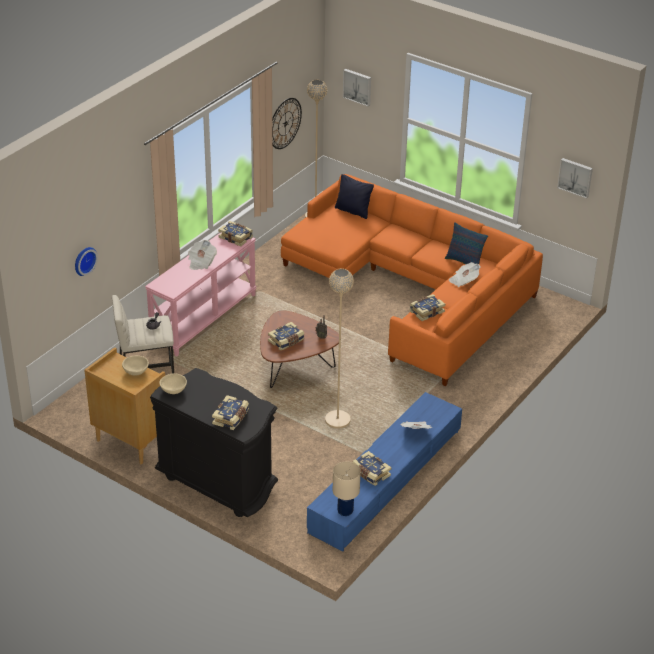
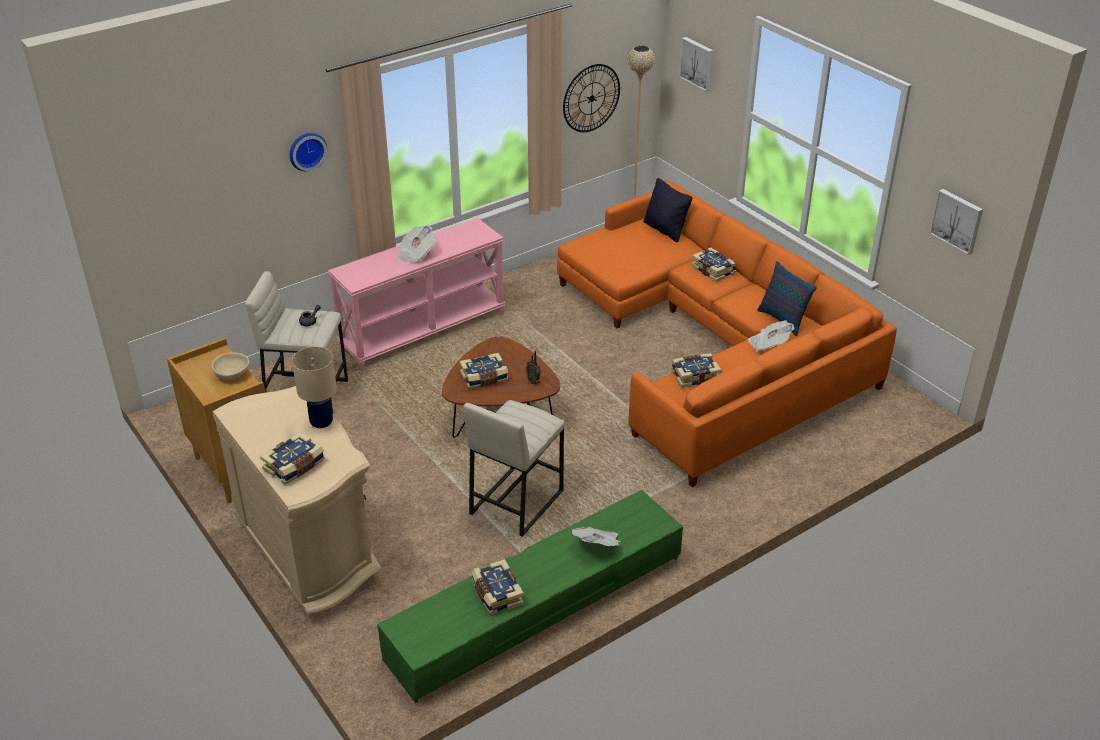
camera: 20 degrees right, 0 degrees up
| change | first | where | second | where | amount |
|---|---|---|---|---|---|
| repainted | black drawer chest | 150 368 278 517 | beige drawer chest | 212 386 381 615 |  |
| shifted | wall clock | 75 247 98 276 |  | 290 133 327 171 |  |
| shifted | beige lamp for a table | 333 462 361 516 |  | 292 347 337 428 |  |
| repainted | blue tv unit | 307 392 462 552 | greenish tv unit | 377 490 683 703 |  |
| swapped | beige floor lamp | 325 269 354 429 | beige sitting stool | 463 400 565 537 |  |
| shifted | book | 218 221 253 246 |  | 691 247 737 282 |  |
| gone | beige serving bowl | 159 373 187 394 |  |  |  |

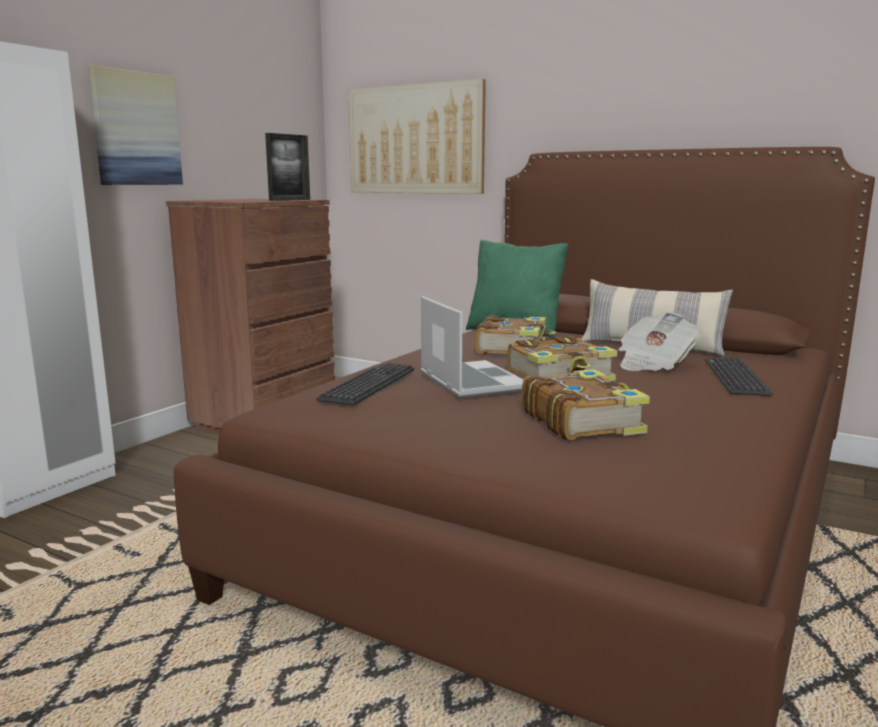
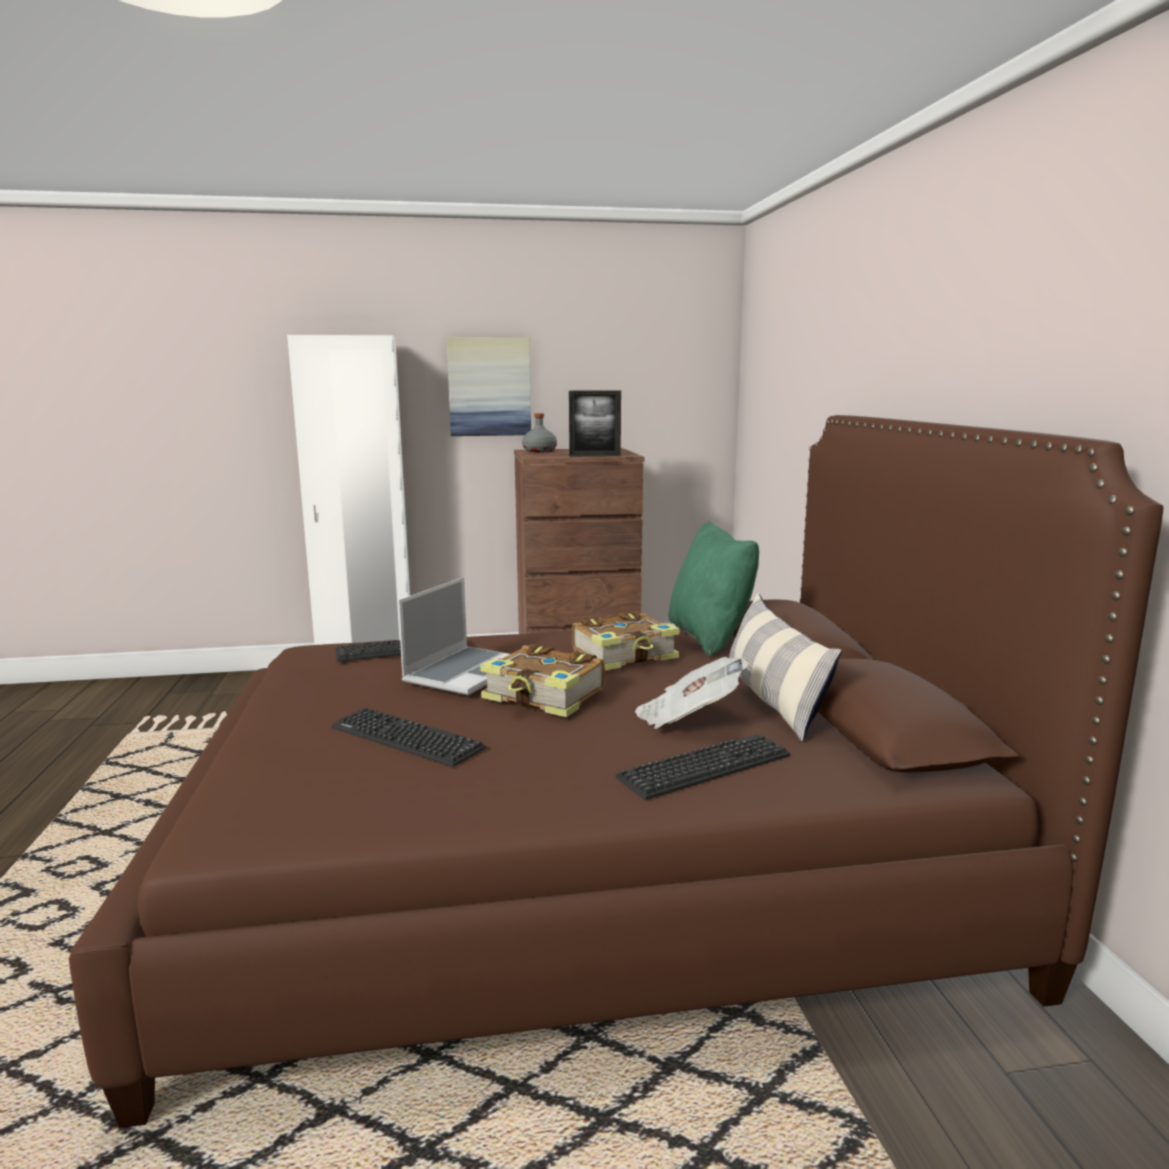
camera: 50 degrees right, 0 degrees up
| change | first | where | second | where | amount |
|---|---|---|---|---|---|
| swapped | book | 522 369 650 440 | keyboard | 331 708 486 767 |  |
| new |  |  | gray beverage bottle | 522 413 557 453 |  |
| gone | picture | 349 79 486 194 |  |  |  |

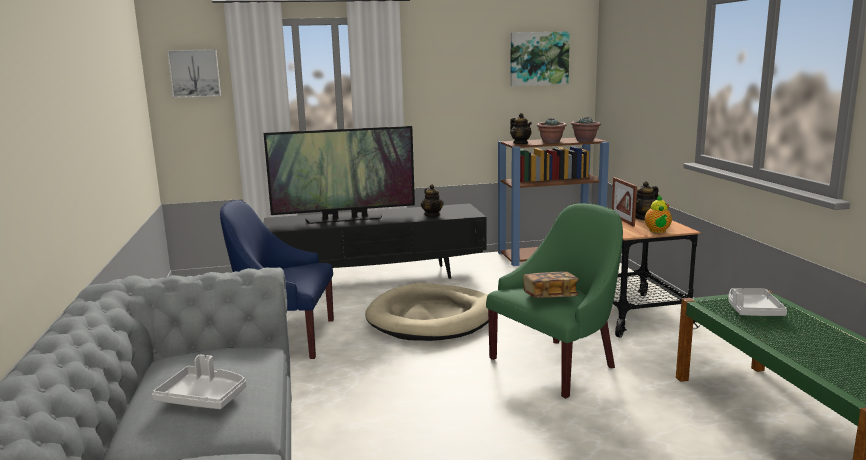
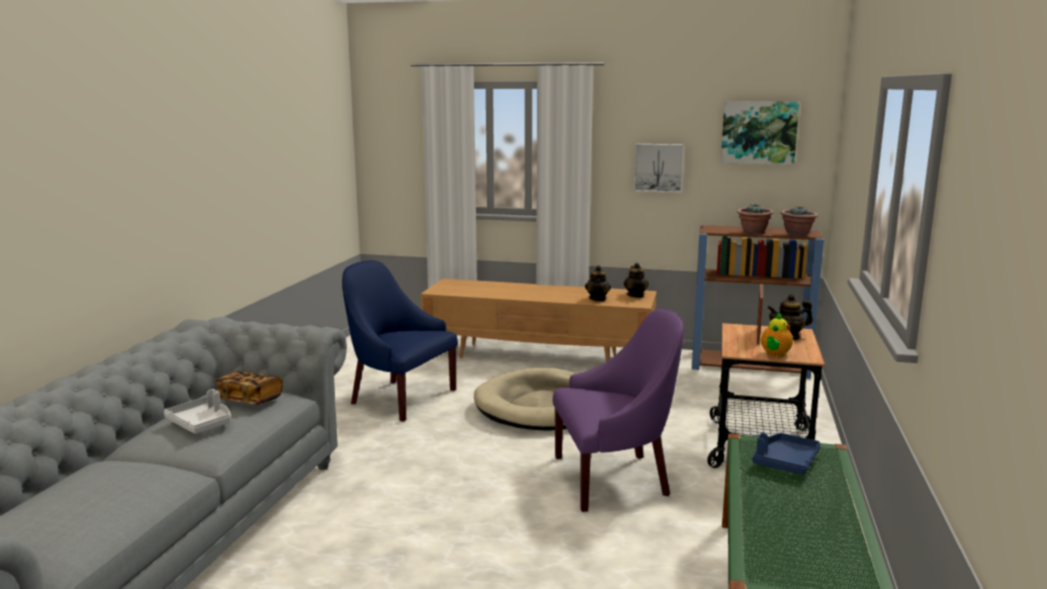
camera: 25 degrees right, 0 degrees up
| change | first | where | second | where | amount |
|---|---|---|---|---|---|
| shifted | book | 523 271 579 298 |  | 214 371 283 405 |  |
| repainted | black tv unit | 263 203 487 279 | beige tv unit | 420 279 657 362 |  |
| repainted | greenish armchair | 486 203 623 398 | purplish armchair | 553 309 684 512 |  |
| shifted | teapot | 510 113 532 144 |  | 624 263 649 298 |  |
| shifted | picture | 167 49 221 98 |  | 634 144 684 193 |  |
| repainted | gray serving tray | 729 288 787 316 | blue serving tray | 752 433 821 475 |  |
| gone | TV | 264 126 415 224 |  |  |  |

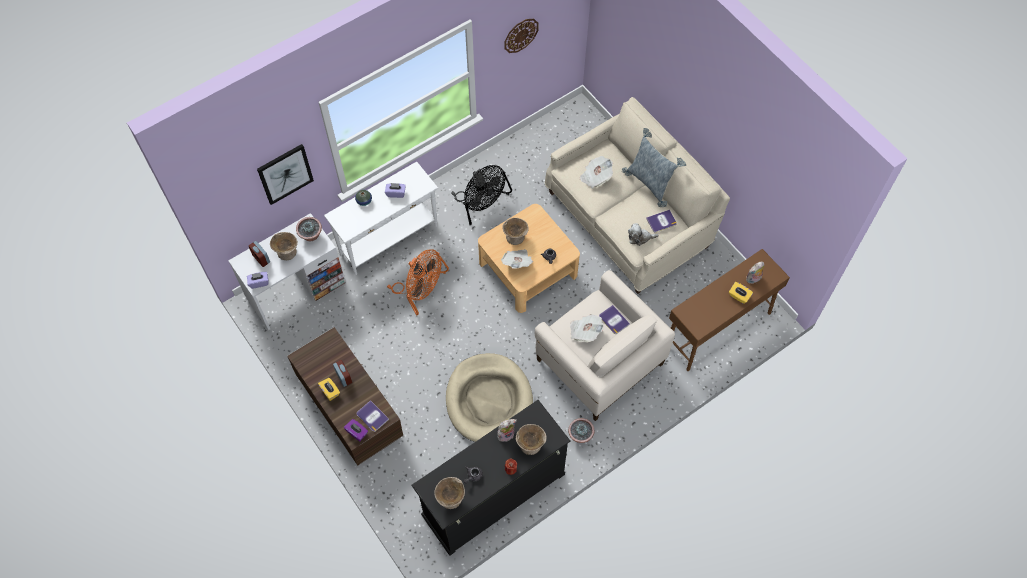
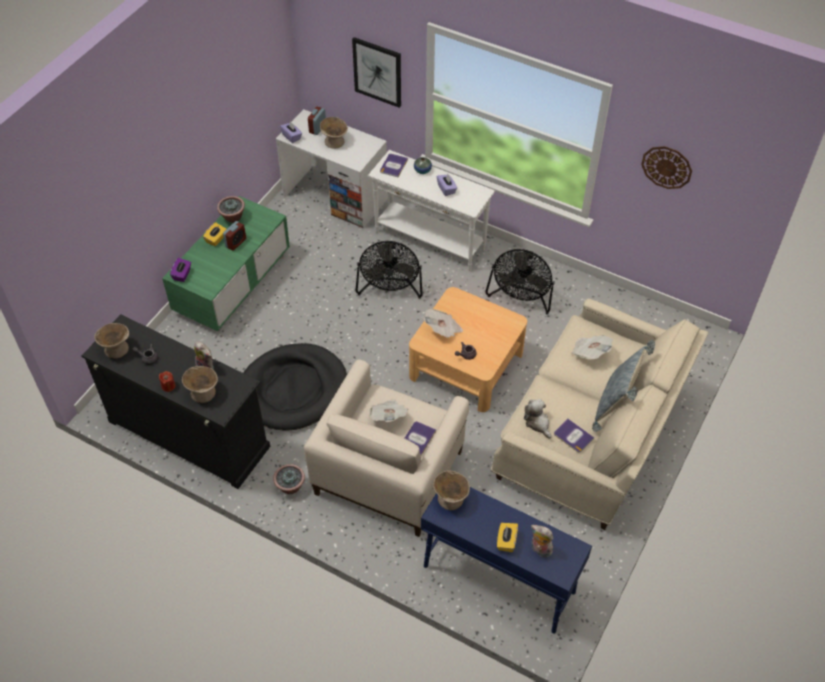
camera: 65 degrees right, 10 degrees down
| change | first | where | second | where | amount |
|---|---|---|---|---|---|
| repainted | brown-coloured tv unit | 287 327 403 466 | greenish tv unit | 162 196 290 331 |  |
| shifted | houseplant | 296 217 322 241 |  | 217 196 245 223 |  |
| repainted | beige pet bed | 446 353 533 442 | black pet bed | 243 343 347 431 |  |
| repainted | orange-coloured fan | 387 249 449 316 | black fan | 356 241 423 299 |  |
| shifted | book | 357 400 389 432 |  | 380 154 408 177 |  |
| repainted | brown-coloured console table | 669 249 790 371 | blue console table | 421 487 592 634 |  |
| shifted | beige serving bowl | 502 218 529 245 |  | 433 470 470 510 |  |

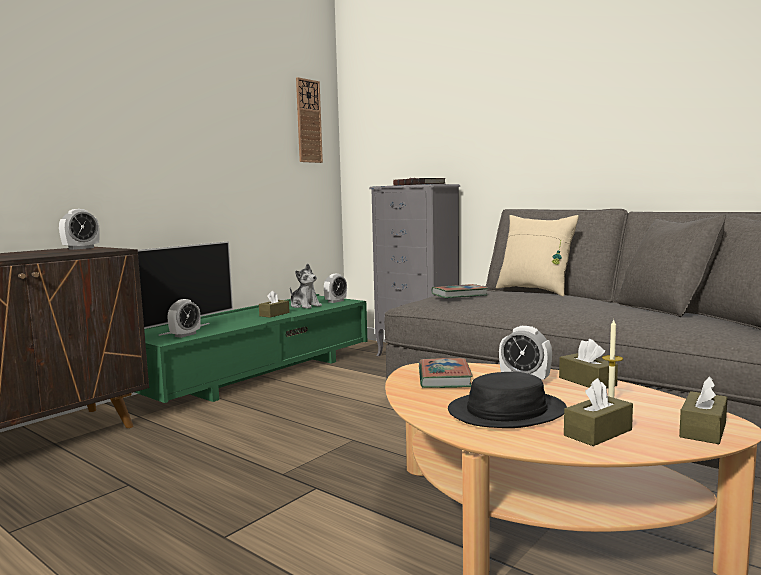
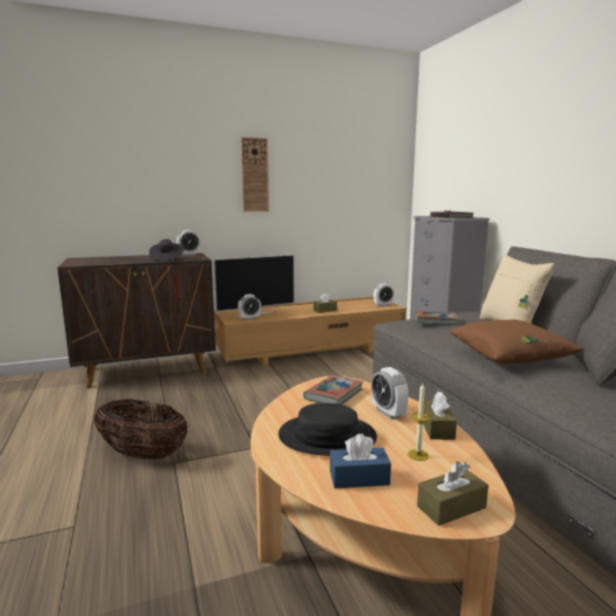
camera: 30 degrees right, 5 degrees up
| change | first | where | second | where | amount |
|---|---|---|---|---|---|
| new |  |  | basket | 94 399 188 459 |  |
| new |  |  | black clothing hat | 149 239 184 262 |  |
| repainted | greenish tv unit | 135 294 367 403 | brown-coloured tv unit | 214 297 407 367 |  |
| shifted | wall clock | 296 77 323 163 |  | 241 137 269 212 |  |
| repainted | brown-coloured tissue holder | 564 378 633 446 | blue tissue holder | 330 434 391 488 |  |
| new |  |  | brown-coloured pillow | 450 320 584 363 |  |
| gone | cuddly toy | 290 263 322 309 |  |  |  |

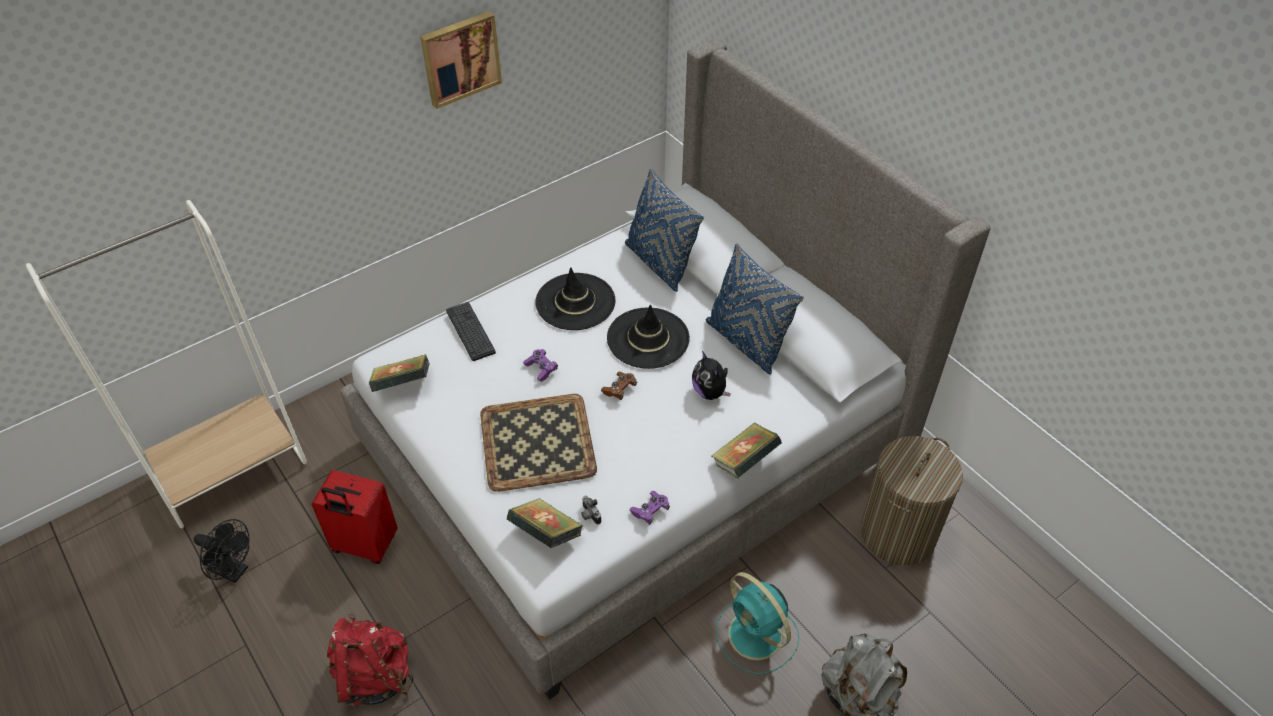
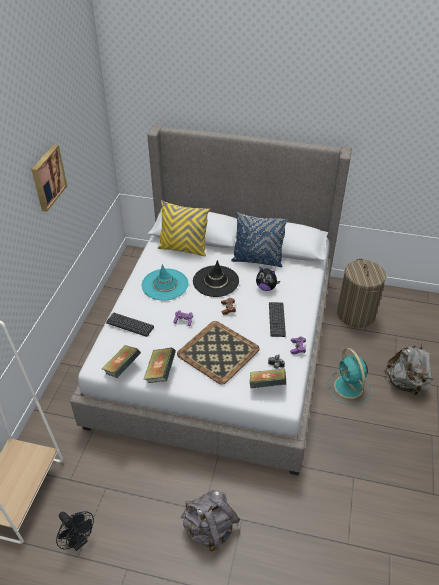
camera: 40 degrees left, 5 degrees down
| change | first | where | second | where | amount |
|---|---|---|---|---|---|
| rotated | black fan | 193 519 250 583 |  | 56 511 94 551 | 60 degrees clockwise |
| repainted | black clothing hat | 535 267 616 330 | turquoise clothing hat | 142 264 188 300 |  |
| shifted | book | 711 423 782 478 |  | 144 347 176 383 |  |
| repainted | blue pillow | 625 168 704 292 | yellow-coloured pillow | 158 200 210 256 |  |
| repainted | reddish knapsack | 327 614 414 707 | gray knapsack | 181 490 240 551 |  |
| new |  |  | keyboard | 269 302 286 337 |  |
| rotated | turquoise fan | 716 572 799 674 |  | 328 348 372 405 | 60 degrees clockwise |
| gone | reddish piece of luggage | 311 470 398 564 |  |  |  |

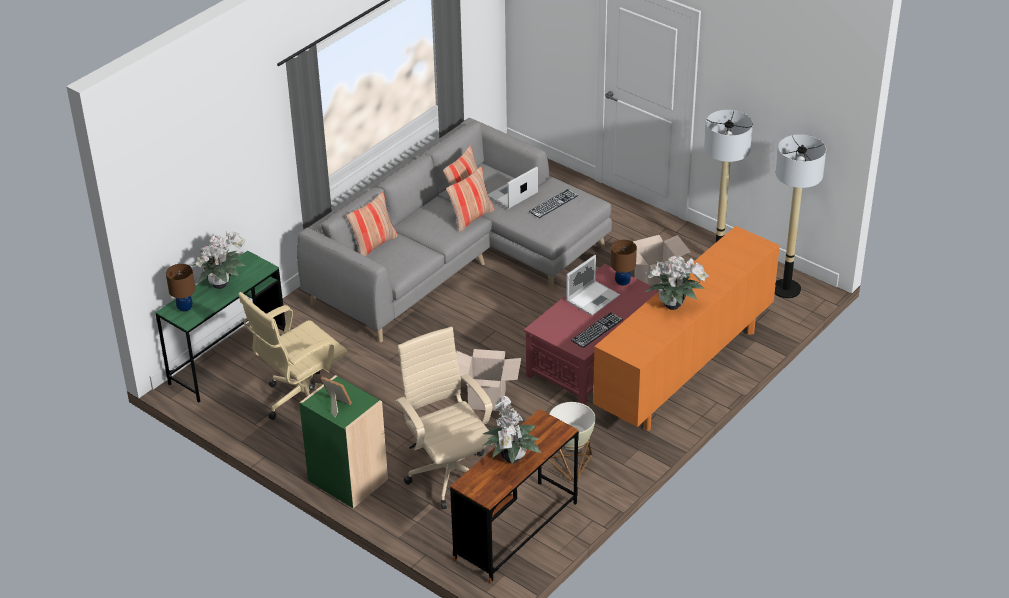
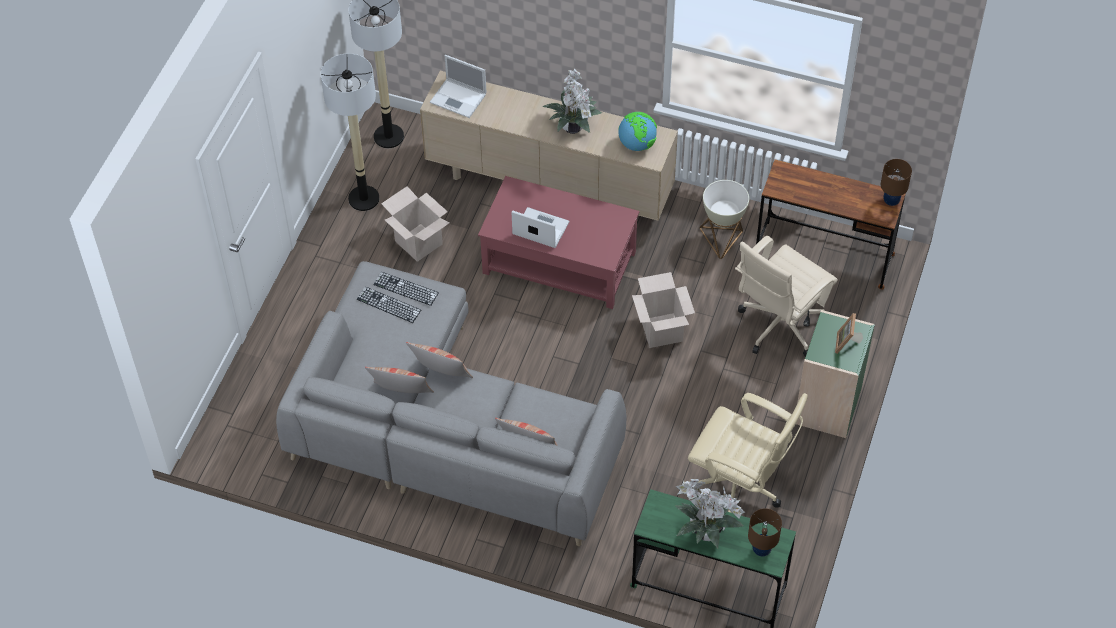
camera: 110 degrees left, 15 degrees up
| change | first | where | second | where | amount |
|---|---|---|---|---|---|
| shifted | keyboard | 571 312 623 348 |  | 373 272 439 306 |  |
| repainted | orange-coloured cupboard | 593 226 780 431 | beige cupboard | 420 71 678 221 |  |
| shifted | portable computer | 488 167 538 209 |  | 430 55 487 118 |  |
| new |  |  | globe | 618 112 657 151 |  |
| shifted | brown-coloured lamp for a table | 611 239 637 286 |  | 881 159 912 206 |  |
| gone | houseplant | 483 396 541 464 |  |  |  |

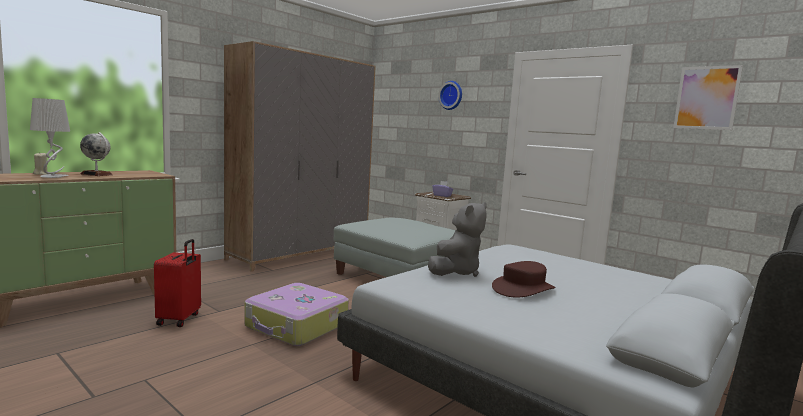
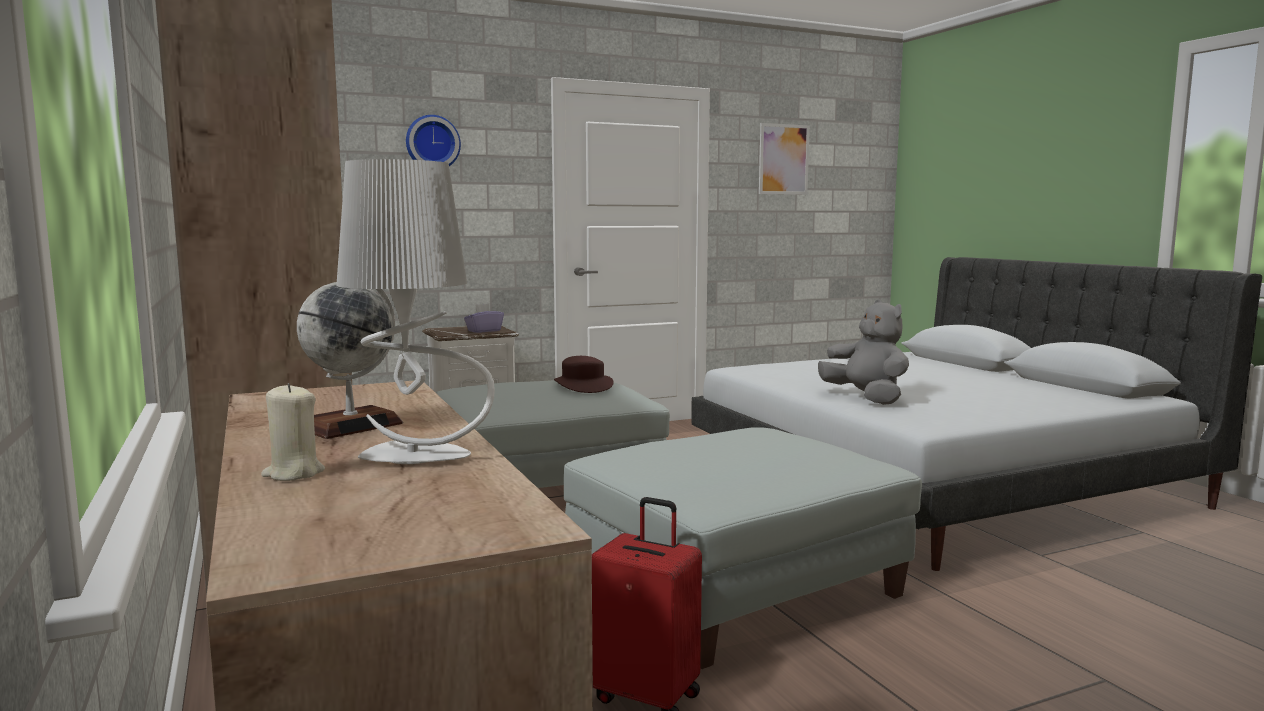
camera: 65 degrees left, 0 degrees up
| change | first | where | second | where | amount |
|---|---|---|---|---|---|
| shifted | brown-coloured clothing hat | 492 261 555 297 |  | 554 356 614 393 |  |
| swapped | piece of luggage | 244 283 349 346 | gray footrest | 564 427 922 669 |  |

